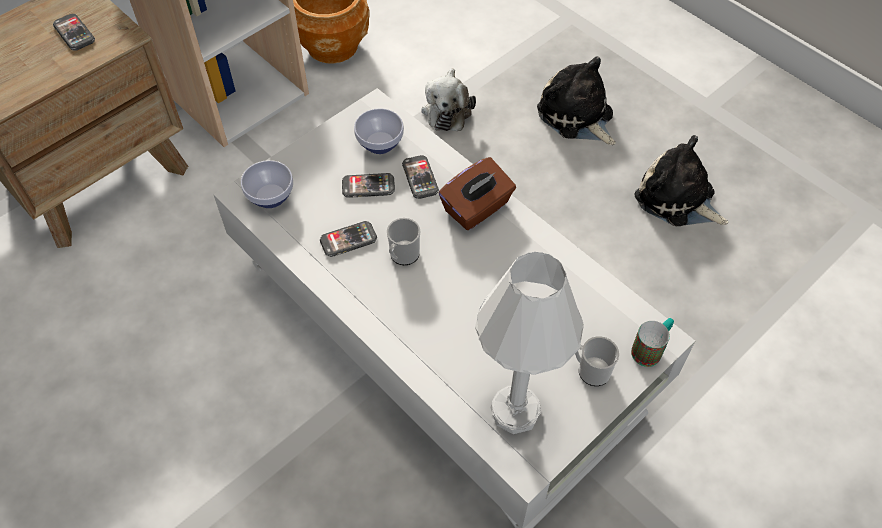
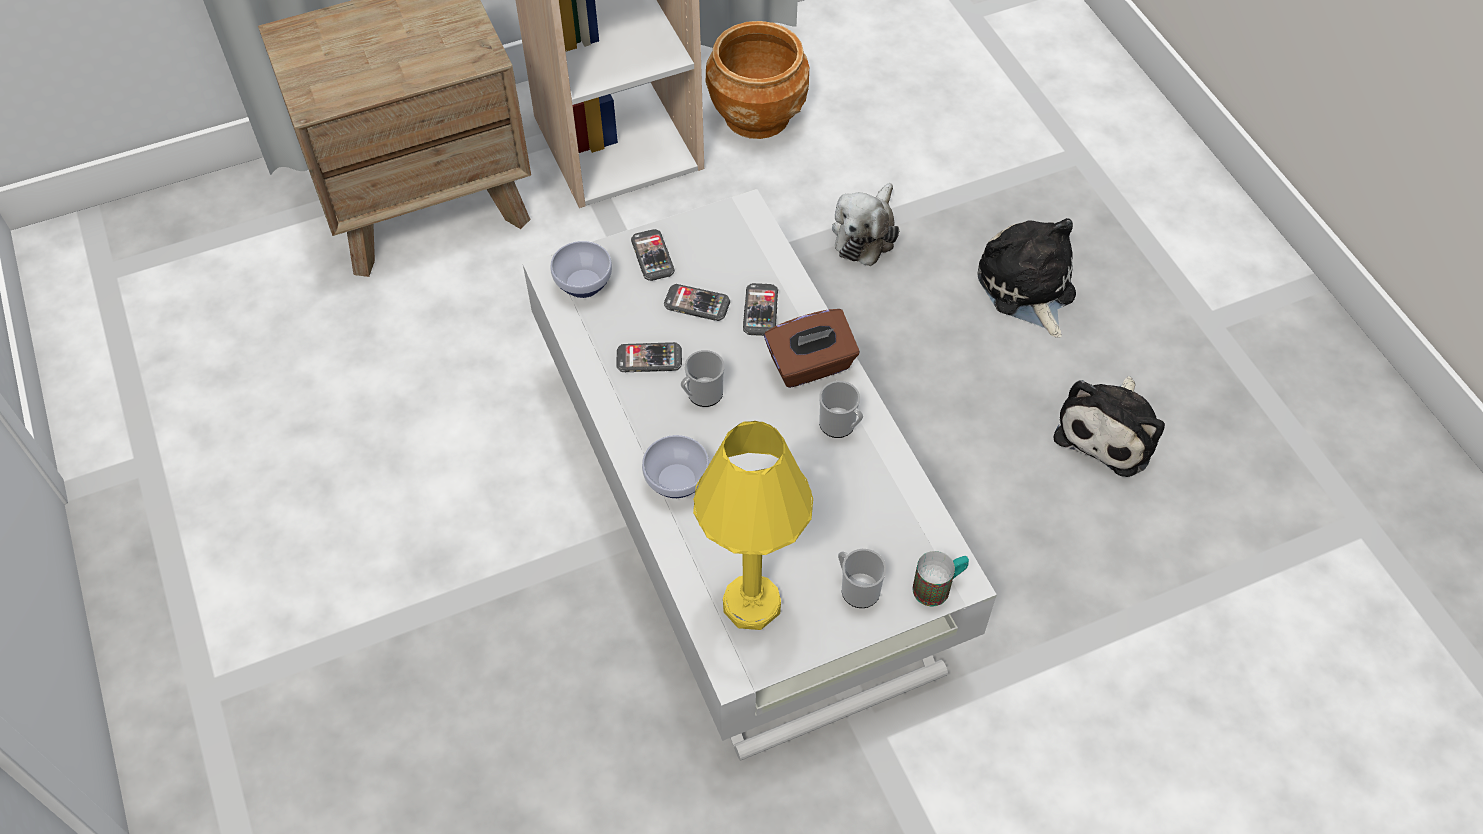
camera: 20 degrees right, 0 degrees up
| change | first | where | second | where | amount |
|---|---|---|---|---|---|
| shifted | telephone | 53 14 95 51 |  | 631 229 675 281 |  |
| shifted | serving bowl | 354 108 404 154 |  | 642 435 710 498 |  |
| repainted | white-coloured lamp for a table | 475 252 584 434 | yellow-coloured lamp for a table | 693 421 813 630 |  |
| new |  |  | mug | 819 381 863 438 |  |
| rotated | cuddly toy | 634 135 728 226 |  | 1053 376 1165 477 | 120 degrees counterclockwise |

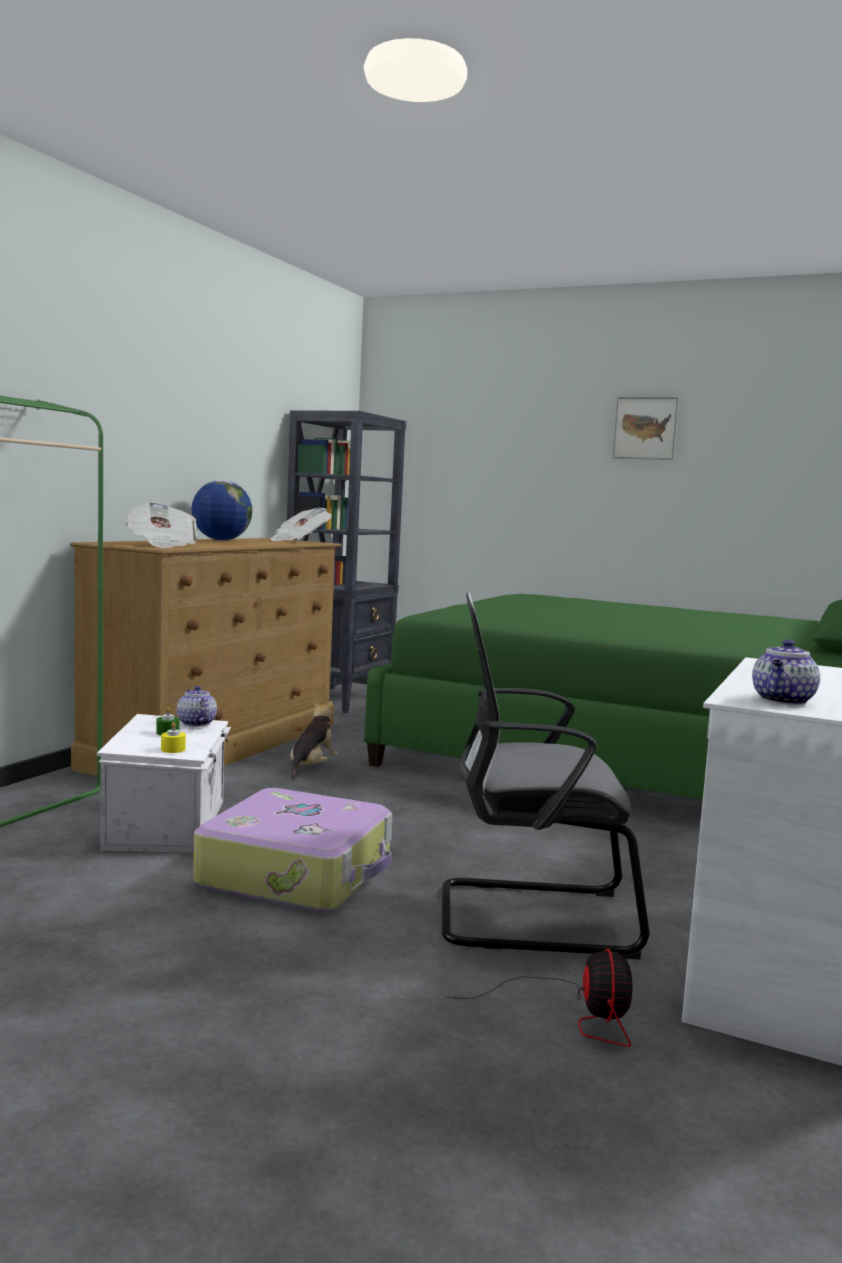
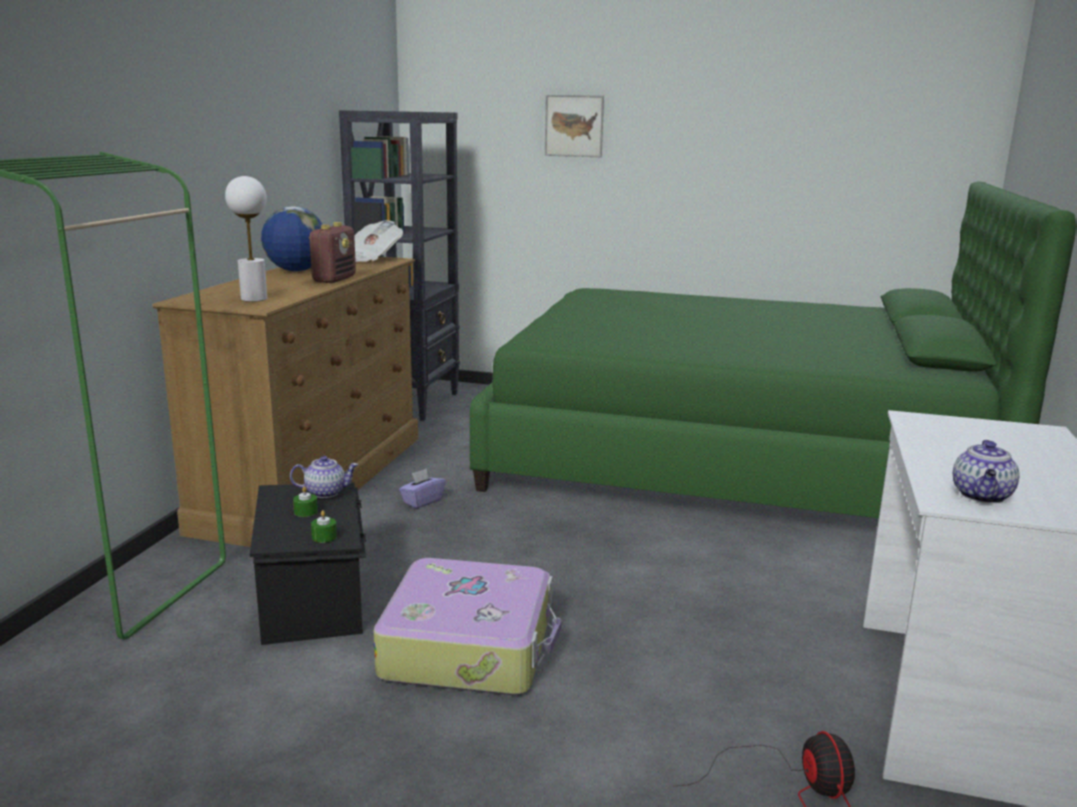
camera: 10 degrees left, 10 degrees up
| change | first | where | second | where | amount |
|---|---|---|---|---|---|
| swapped | newspaper | 126 502 197 548 | white-coloured lamp for a table | 225 176 267 302 |  |
| repainted | white-coloured storage box | 97 714 231 853 | black storage box | 250 482 366 645 |  |
| rotated | teapot | 177 686 217 727 |  | 290 456 359 498 | 120 degrees clockwise |
| new |  |  | radio | 309 222 356 283 |  |
| repainted | yellow-coloured candle | 161 722 186 753 | greenish candle | 311 510 337 543 |  |
| swapped | cuddly toy | 290 699 338 780 | purplish tissue holder | 399 468 446 509 |  |
| shifted | picture | 612 397 679 460 |  | 545 95 604 157 |  |
| gone | upright chair | 442 592 650 960 |  |  |  |

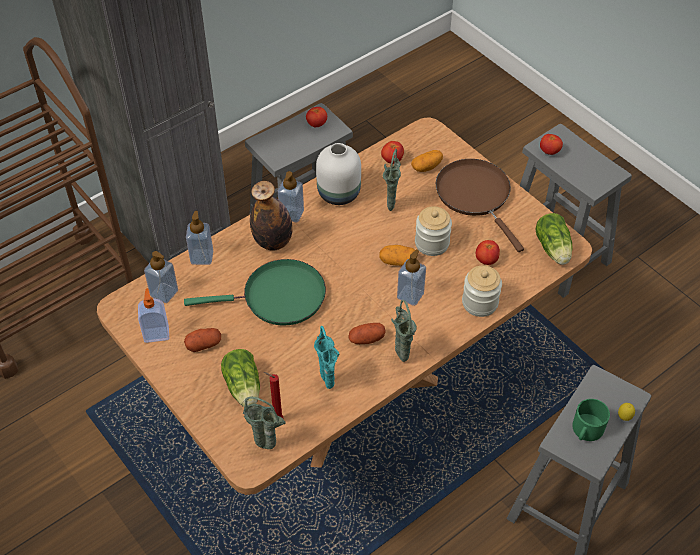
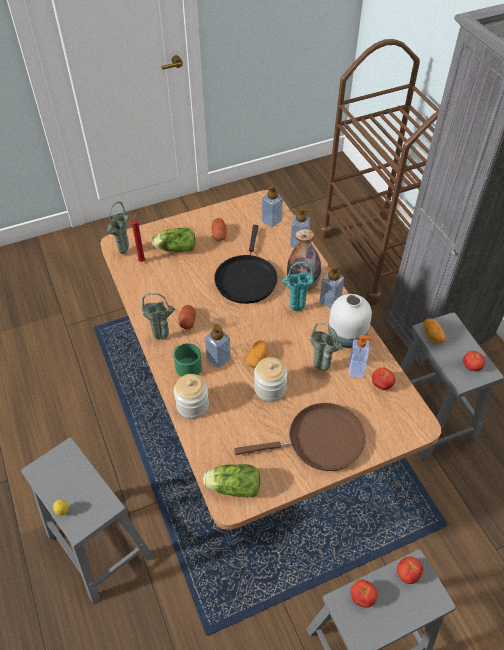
camera: 105 degrees right, 0 degrees up
| change | first | where | second | where | amount |
|---|---|---|---|---|---|
| shifted | greenish mug | 572 399 610 441 |  | 173 343 202 377 |  |
| repainted | greenish frying pan | 184 259 326 326 | black frying pan | 214 225 278 304 |  |
| shifted | turquoise decorative vase | 314 326 340 389 |  | 282 262 314 311 |  |
| shifted | soap bottle | 138 288 169 343 |  | 349 335 373 378 |  |
| shifted | whole tomato | 476 240 500 265 |  | 350 580 378 608 |  |
| shifted | potato | 411 150 443 172 |  | 424 318 445 344 |  |

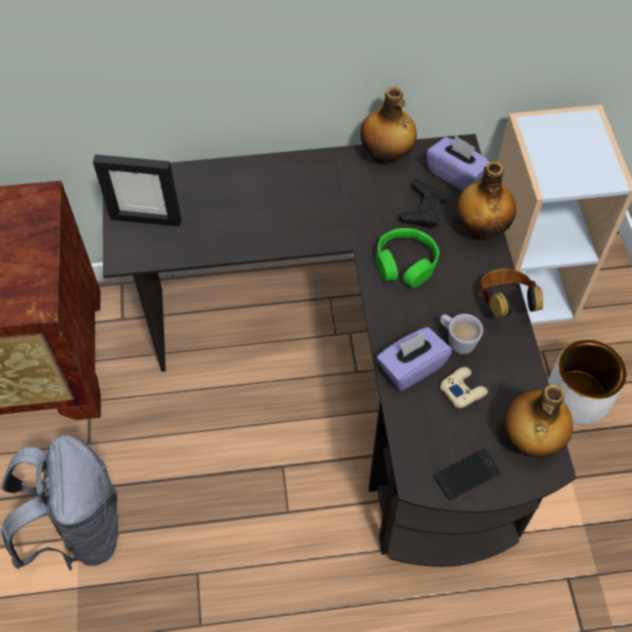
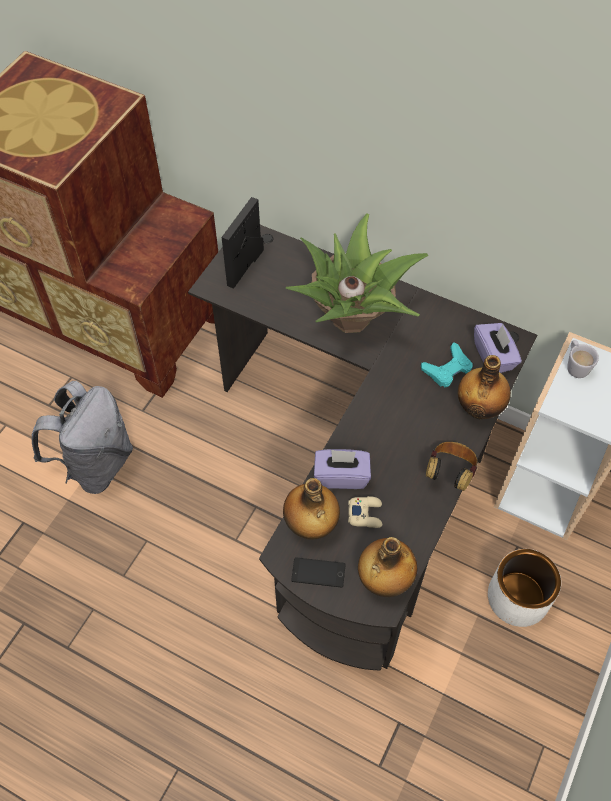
camera: 35 degrees right, 0 degrees up
| change | first | where | second | where | amount |
|---|---|---|---|---|---|
| rotated | standing frame | 93 154 181 227 |  | 222 197 264 289 | 75 degrees clockwise |
| shifted | beverage bottle | 360 87 417 165 |  | 283 478 340 540 |  |
| new |  |  | houseplant | 286 213 428 333 |  |
| repainted | black joypad | 399 180 448 229 | turquoise joypad | 421 343 473 388 |  |
| shifted | white-coloured mug | 440 314 483 354 |  | 567 340 599 378 |  |
| gone | greenish pair of headphones | 376 228 439 288 |  |  |  |

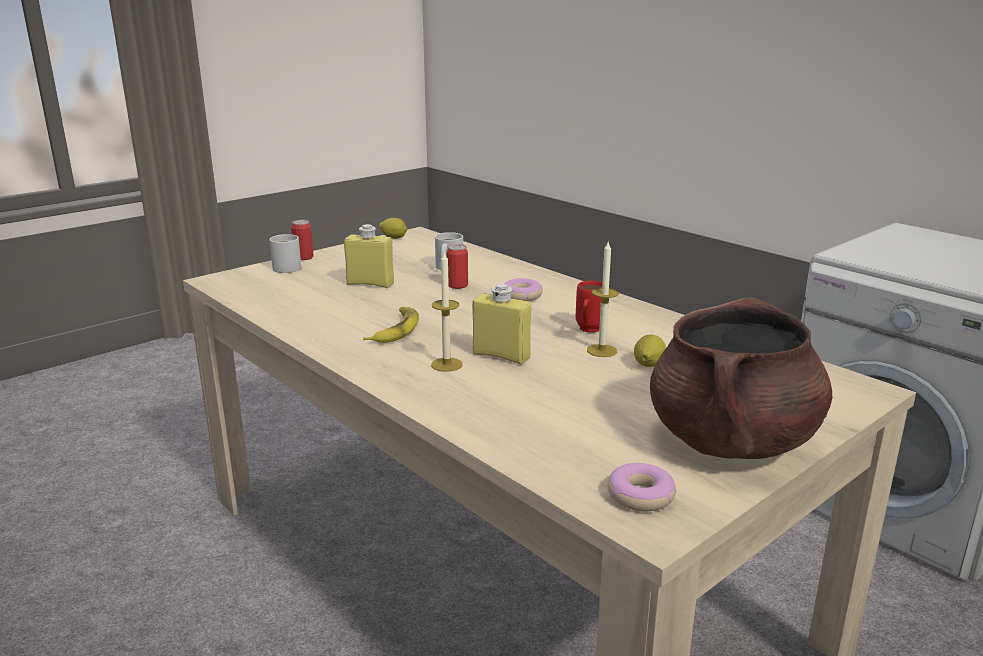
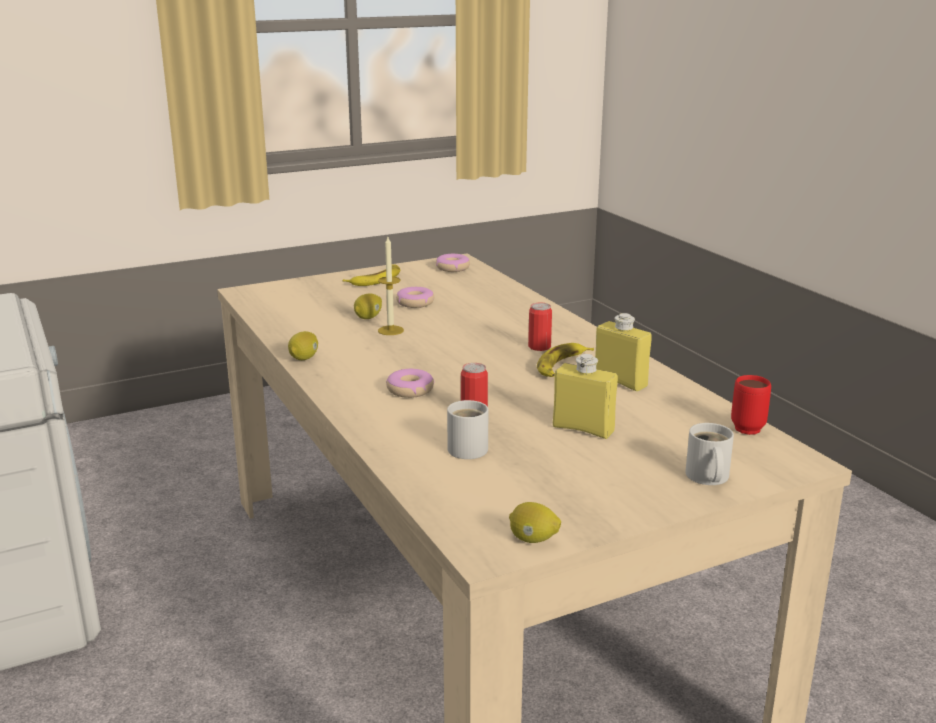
camera: 165 degrees left, 0 degrees up
| change | first | where | second | where | amount |
|---|---|---|---|---|---|
| new |  |  | lemon | 288 331 318 360 |  |
| swapped | brown-coloured cooking pot | 650 297 832 459 | banana | 343 264 401 286 |  |
| new |  |  | donut | 396 287 434 308 |  |
| shifted | can | 291 220 314 260 |  | 528 303 552 351 |  |
| shifted | yellow-coloured beverage bottle | 472 284 531 364 |  | 595 313 652 392 |  |
| shifted | reddish mug | 576 281 603 332 |  | 731 375 771 435 |  |
| gone | candle | 431 252 463 372 |  |  |  |

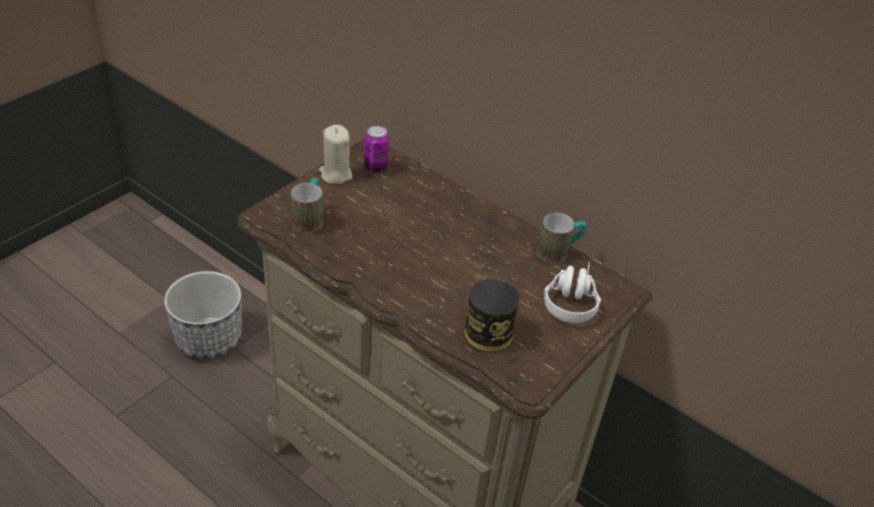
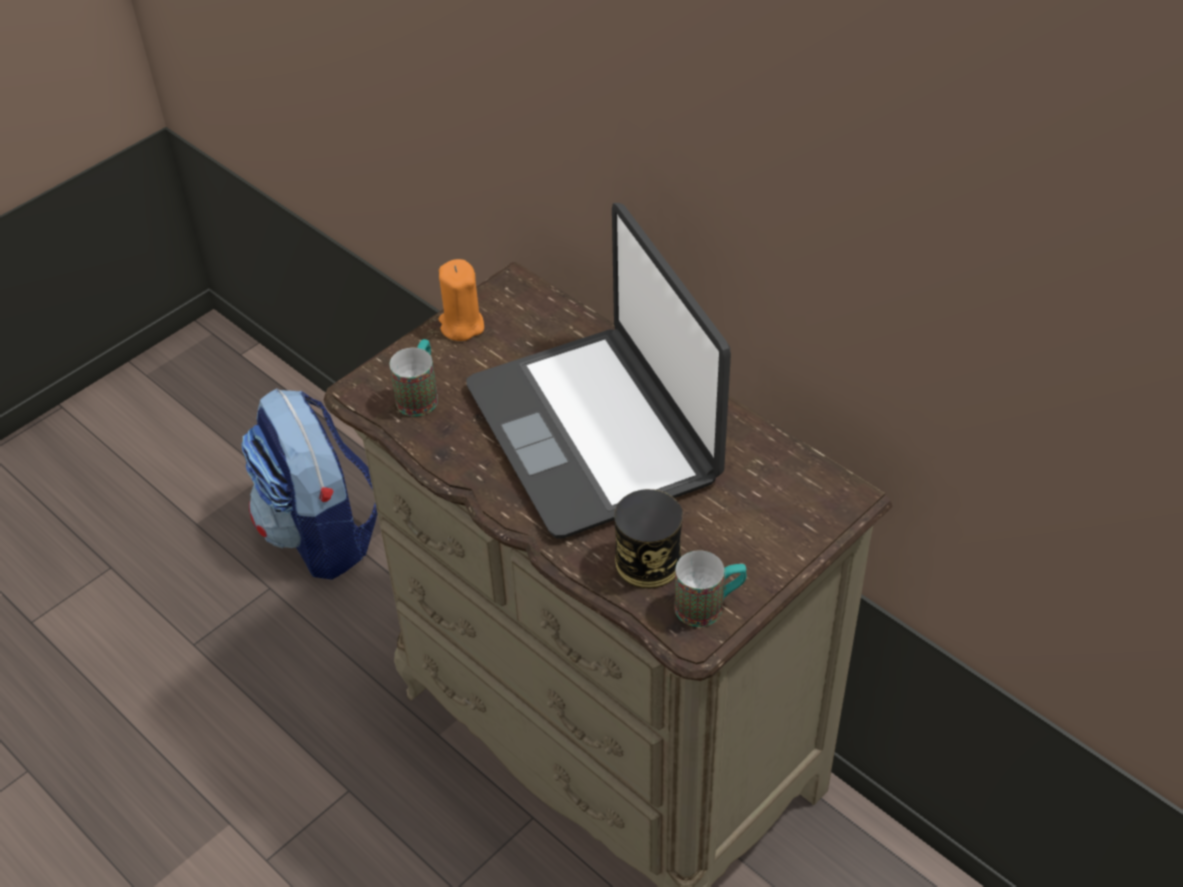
camera: 10 degrees right, 5 degrees up
| change | first | where | second | where | amount |
|---|---|---|---|---|---|
| swapped | flower pot | 164 271 242 359 | knapsack | 241 388 377 580 |  |
| repainted | beige candle | 319 125 352 184 | orange-coloured candle | 439 259 484 341 |  |
| new |  |  | portable computer | 466 203 731 539 |  |
| shifted | mug | 537 213 587 263 |  | 674 550 747 627 |  |
| gone | can | 364 126 389 173 |  |  |  |
| gone | white-coloured pair of headphones | 544 262 601 323 |  |  |  |

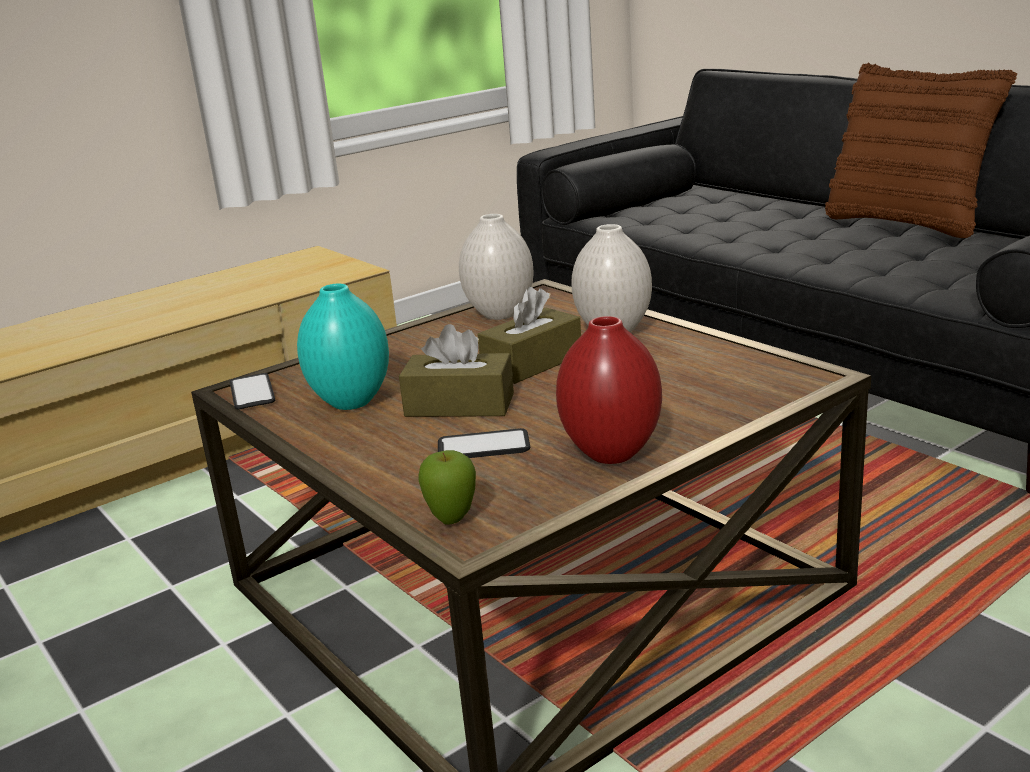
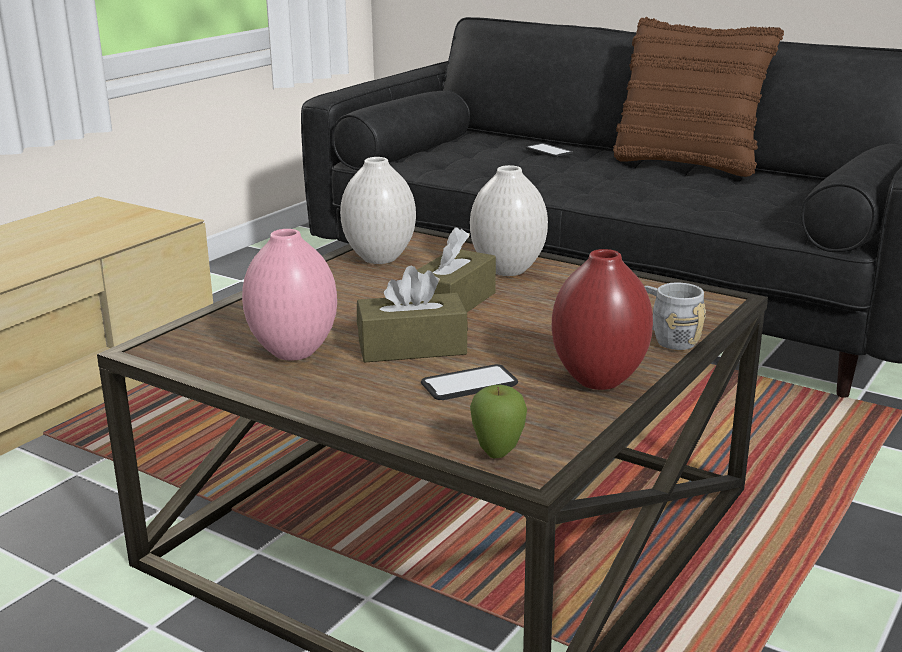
camera: 20 degrees left, 0 degrees up
| change | first | where | second | where | amount |
|---|---|---|---|---|---|
| repainted | turquoise decorative vase | 297 284 389 410 | pinkish decorative vase | 242 229 337 360 |  |
| shifted | telephone | 230 373 275 409 |  | 525 143 573 157 |  |
| new |  |  | gray mug | 644 283 706 350 |  |

